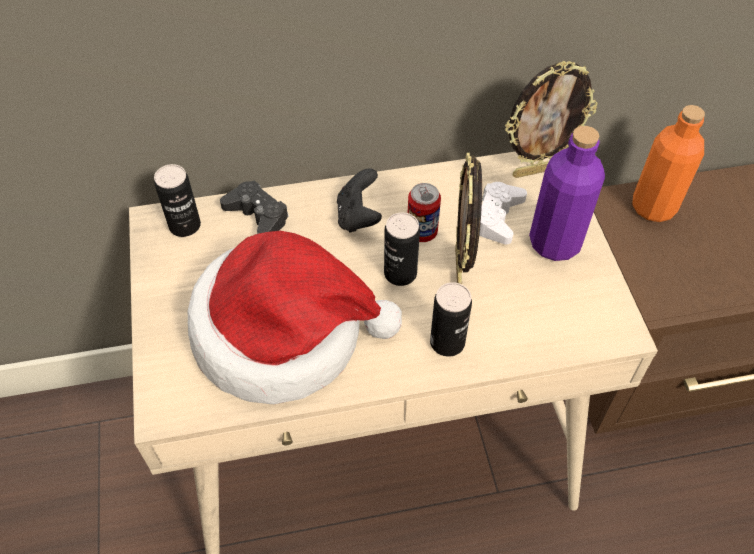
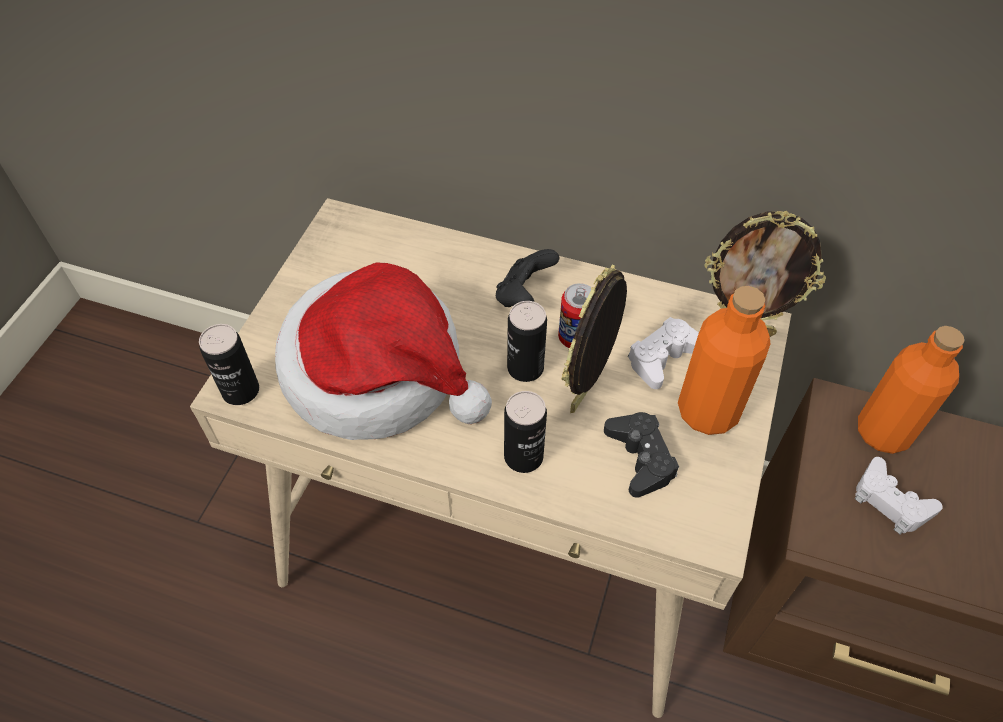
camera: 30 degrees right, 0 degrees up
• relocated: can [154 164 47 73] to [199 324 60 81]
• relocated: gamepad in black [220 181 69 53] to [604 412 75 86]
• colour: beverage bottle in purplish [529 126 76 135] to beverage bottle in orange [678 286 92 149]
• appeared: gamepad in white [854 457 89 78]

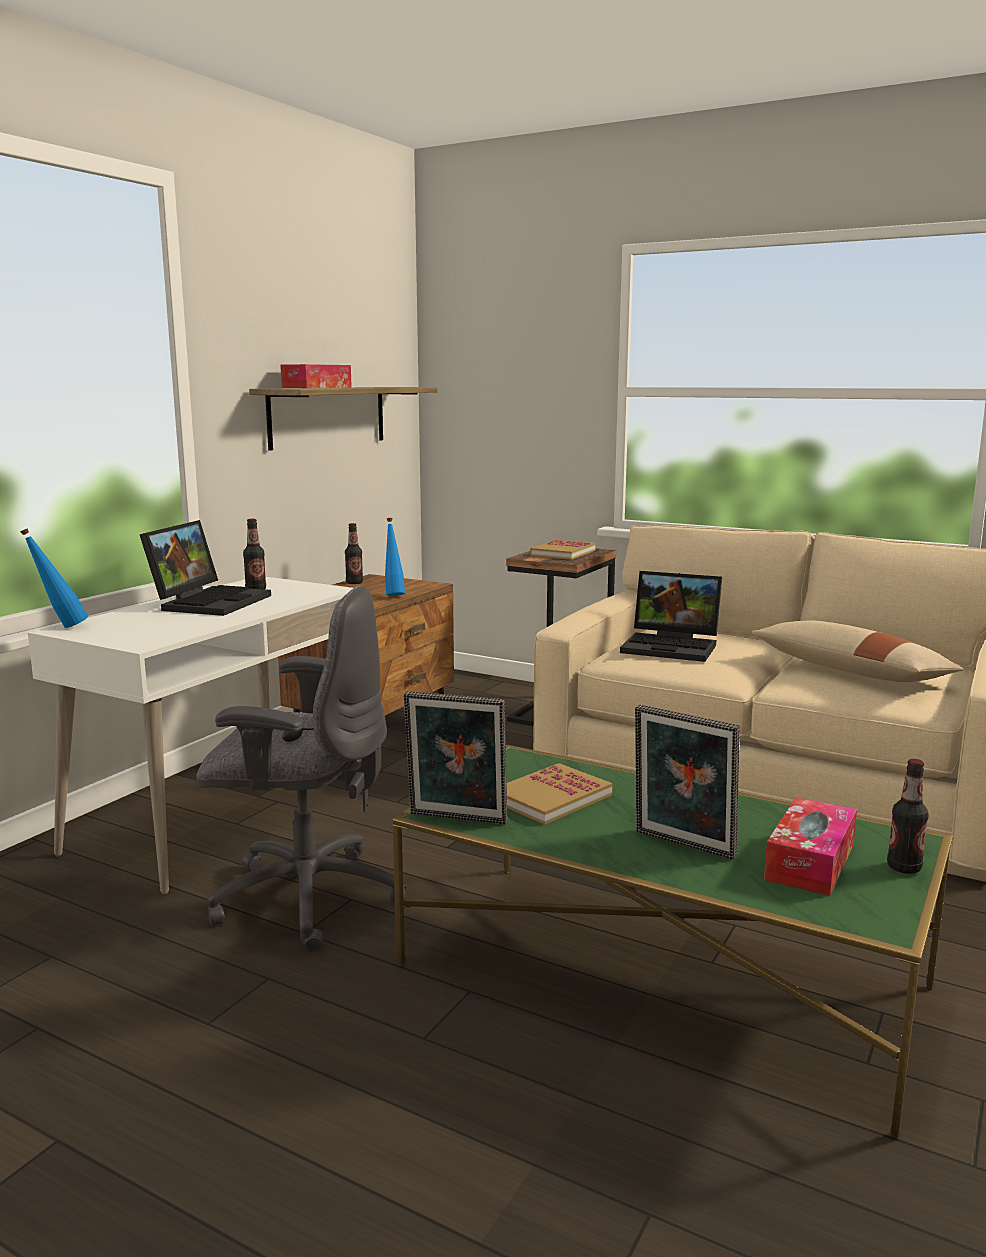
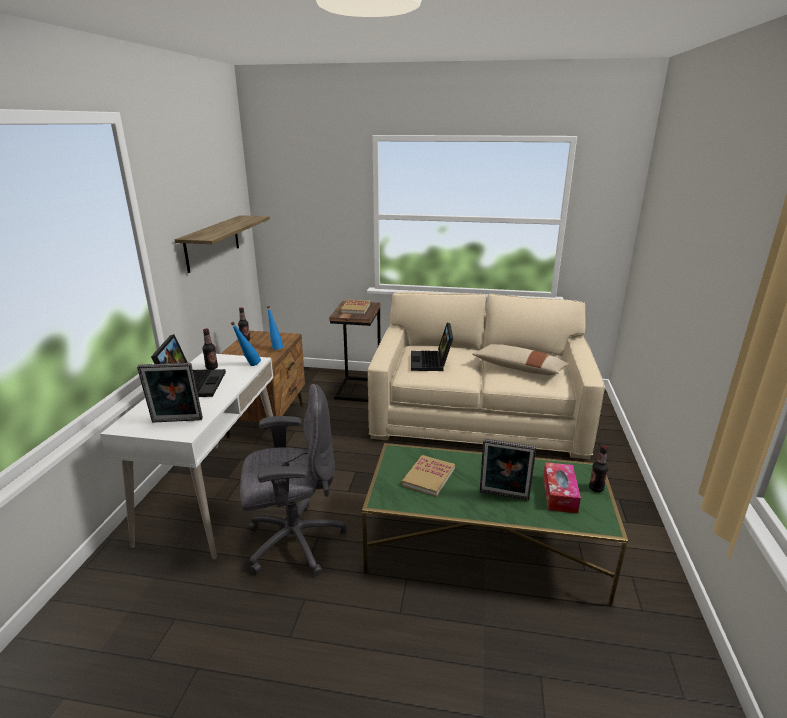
camera: 20 degrees left, 10 degrees up
• relocated: beverage bottle in blue [20 528 68 100] to [231 322 30 44]
• missing: tissue holder [280 364 72 24]
• relocated: picture frame [404 691 103 134] to [137 363 66 60]
• spun: laptop [620 571 102 91] = [411 323 42 48] 90 degrees clockwise

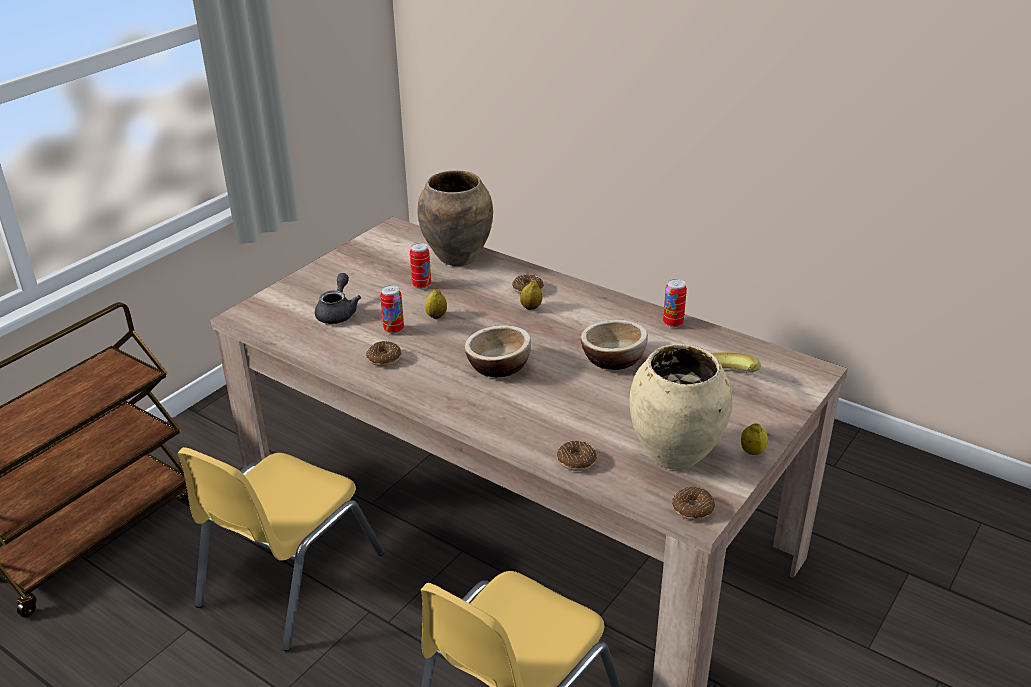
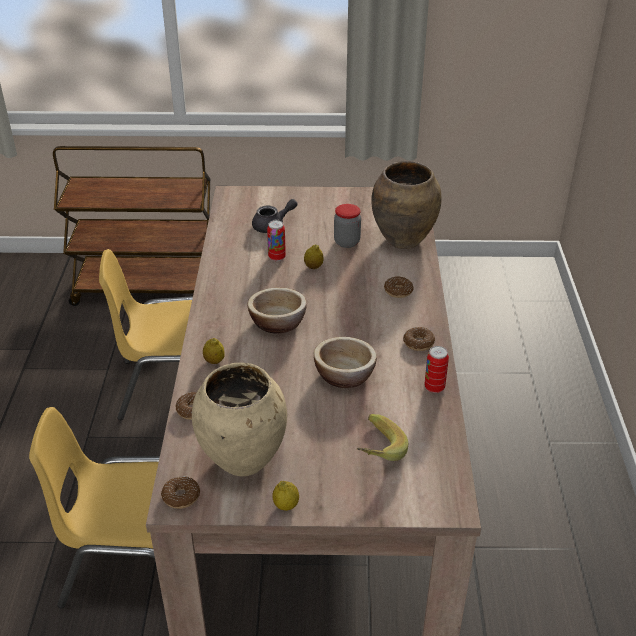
camera: 55 degrees right, 5 degrees up
• relocated: ring doughnut [366 341 35 25] to [403 327 32 24]
• exchanged: can [410 243 21 46] to jar [334 204 27 44]
• relocated: citrus fruit [520 281 23 29] to [203 338 22 26]

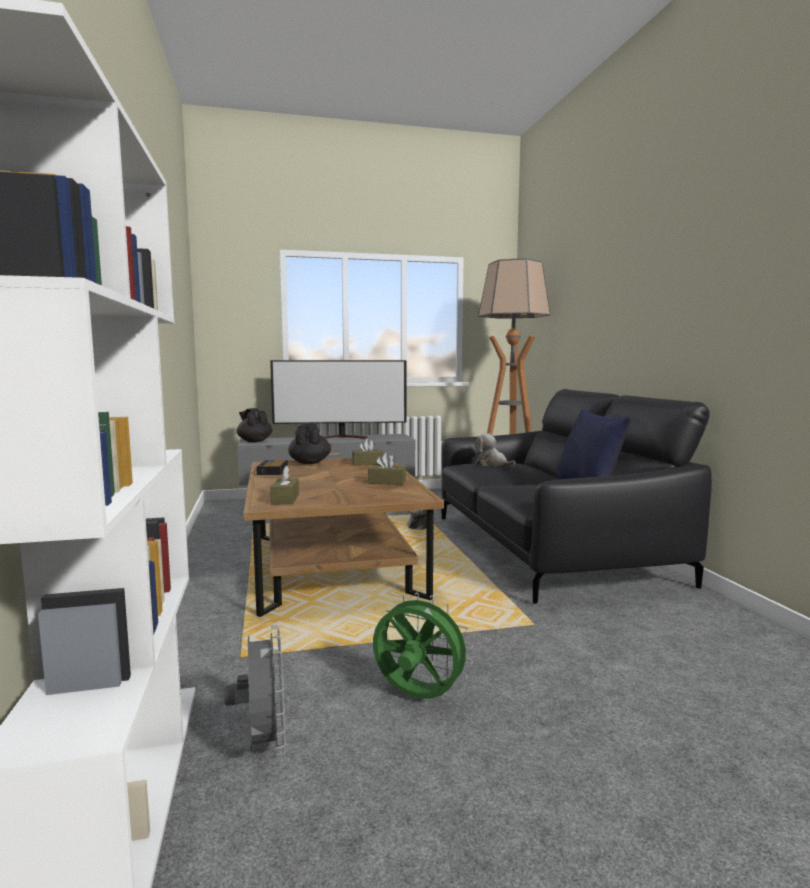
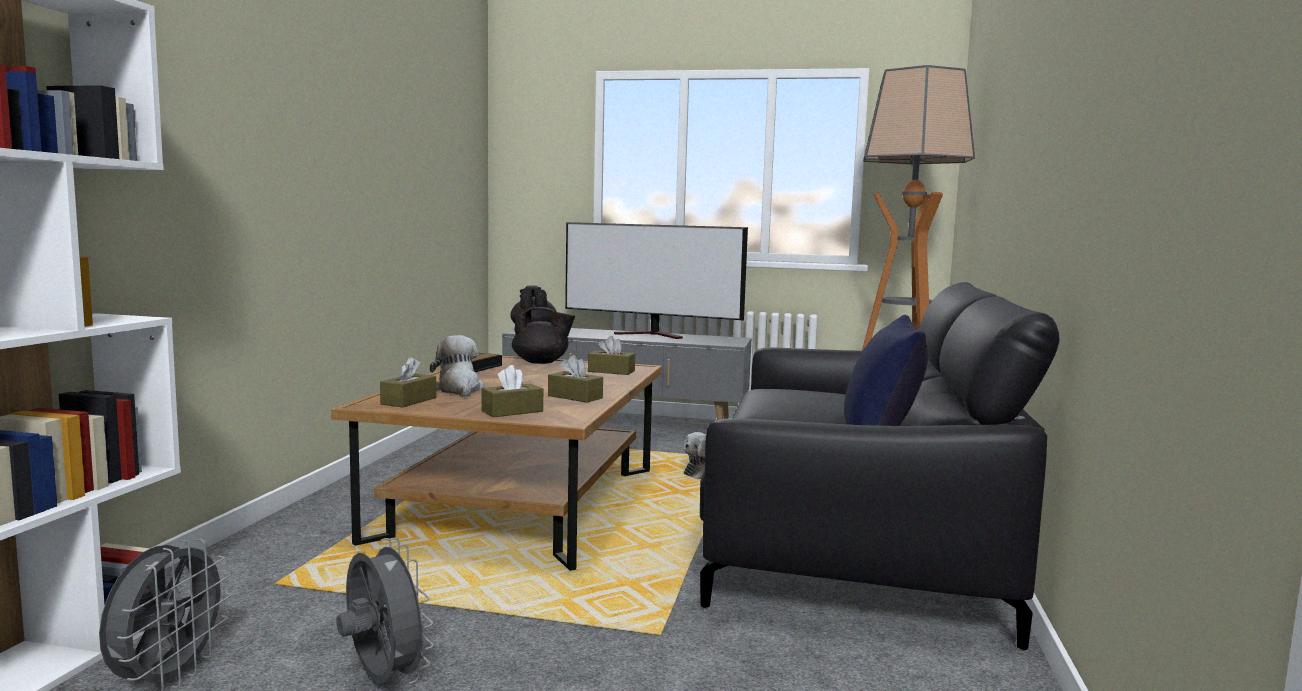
camera: 25 degrees right, 0 degrees up
• spun: pot for tea in black [288 423 43 41] = [512 307 63 57] 75 degrees clockwise
• colour: fan in green [373 592 100 107] to fan in greyish [336 537 98 147]
• relocated: cuddly toy [474 433 41 34] to [430 335 54 62]
• appeared: tissue holder in brown [481 365 62 52]

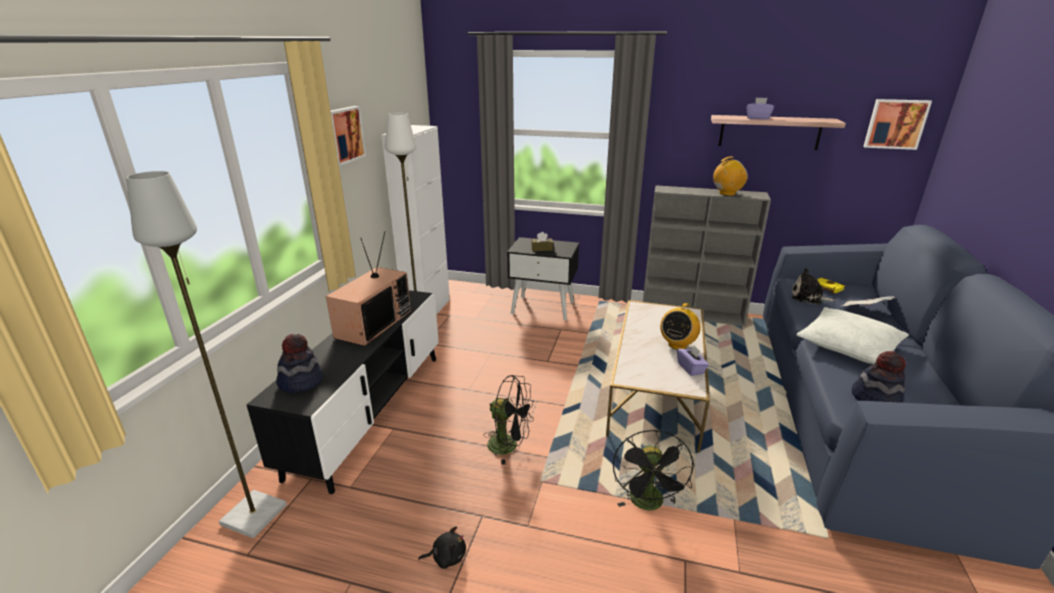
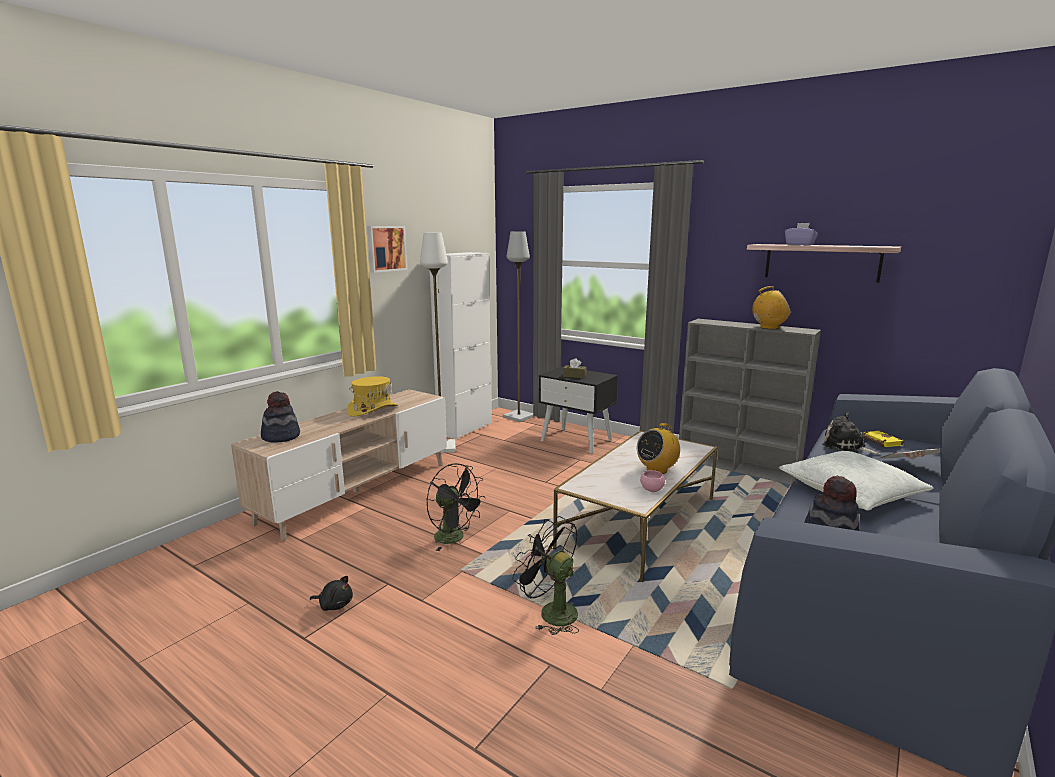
camera: 20 degrees right, 10 degrees down
• relocated: standing lamp in greyish [126 171 161 367] to [503 231 32 191]
• colour: tv unit in black [247 290 192 204] to tv unit in beige [231 389 216 153]
• exchanged: television [326 231 85 115] to clothing hat in yellow-coloured [347 376 51 41]
• spun: fan in black [613 430 82 81] = [513 516 66 119] 105 degrees clockwise
• exchanged: tissue holder in purplish [677 346 32 30] to serving bowl in pink-coloured [640 470 25 22]
• missing: wall picture [863 99 69 51]

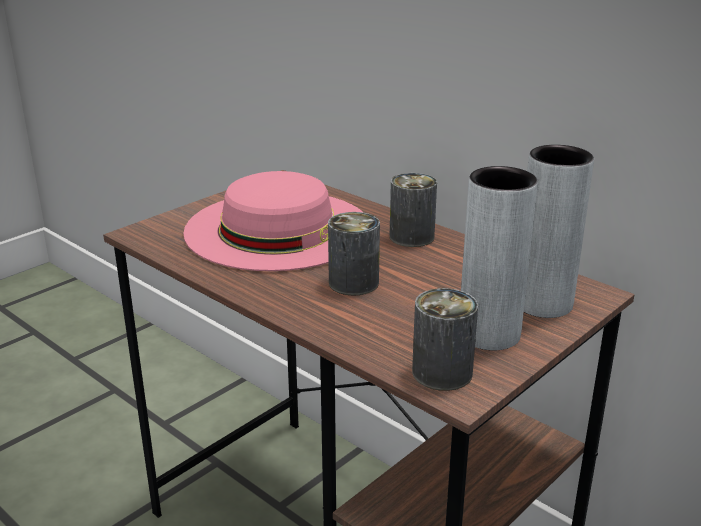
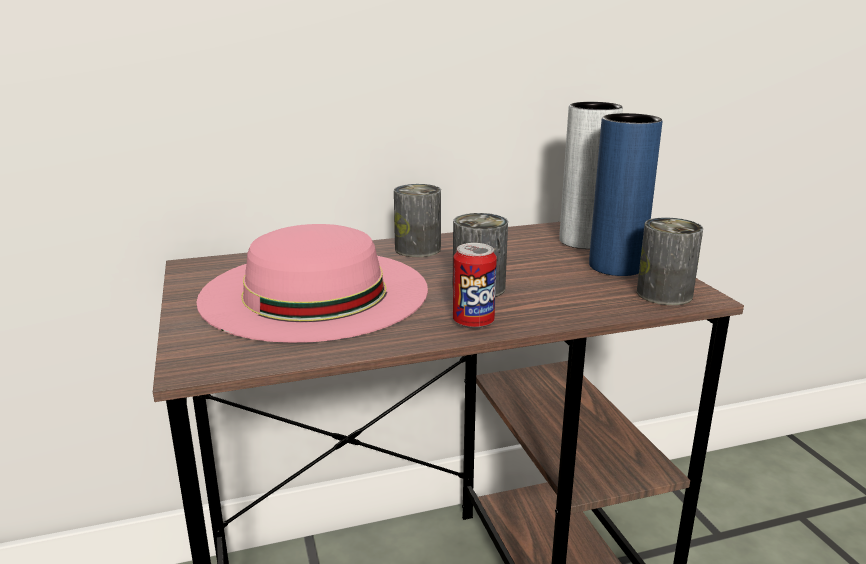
camera: 60 degrees left, 5 degrees down
• colour: flower vase in greyish [461 166 77 184] to flower vase in blue [589 113 73 163]
• appeared: can [453 243 44 86]

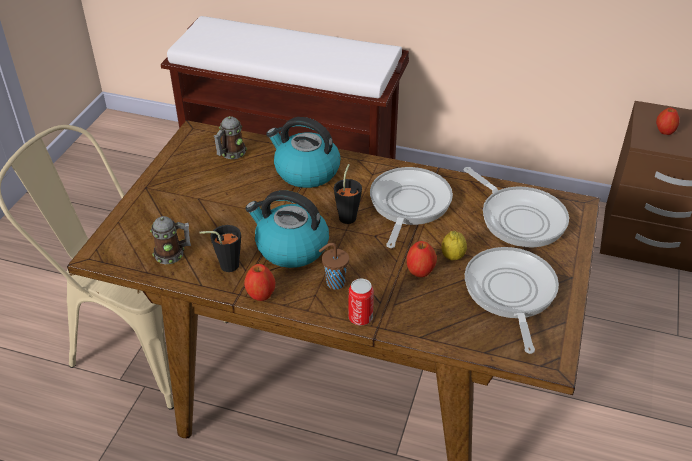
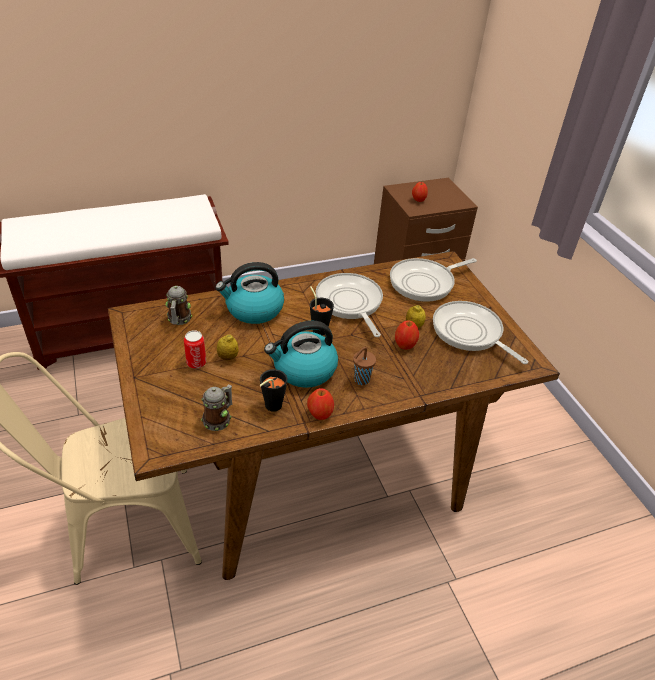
camera: 40 degrees left, 0 degrees up
• relocated: can [348 279 26 46] to [184 330 22 39]
• spun: skillet [464 167 105 80] = [390 258 87 44] 135 degrees clockwise
• appeared: citrus fruit [217 334 22 26]

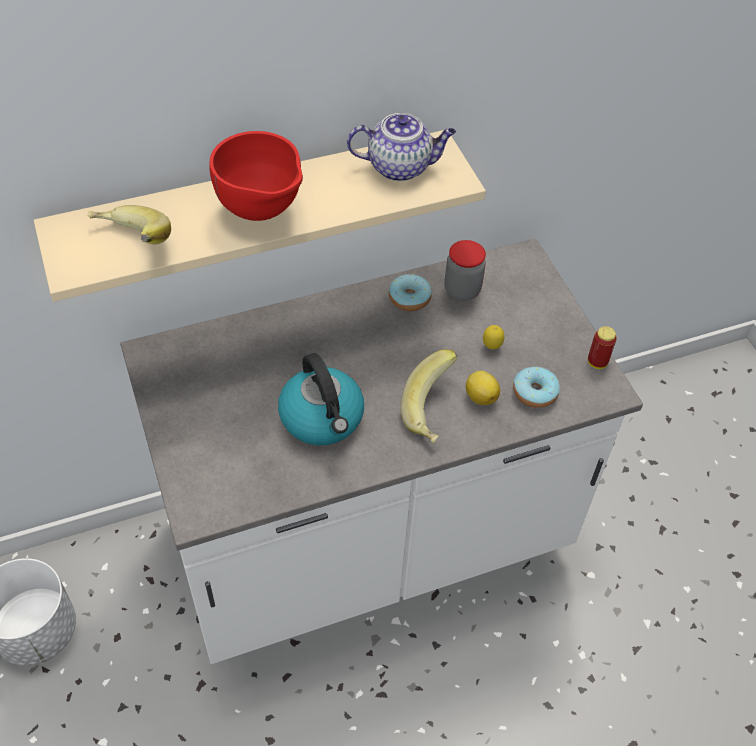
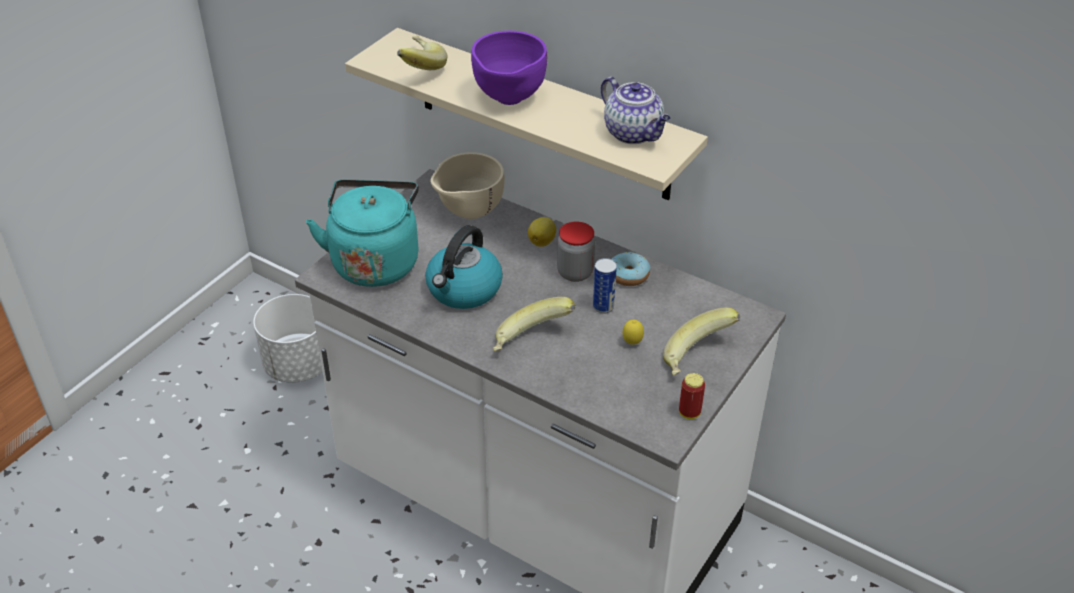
camera: 55 degrees right, 10 degrees down
• colour: serving bowl in red [209 131 94 90] to serving bowl in purplish [471 31 76 74]
• relocated: jar [444 240 42 61] to [557 222 38 60]
• relocated: citrus fruit [466 371 34 34] to [528 217 28 30]
• missing: ring doughnut [513 367 47 41]
• appeared: water kettle in turquoise [306 179 113 108]
• appeared: serving bowl in beige [431 152 74 67]
• appeared: can [593 258 24 56]
• appeared: banana [663 307 77 68]

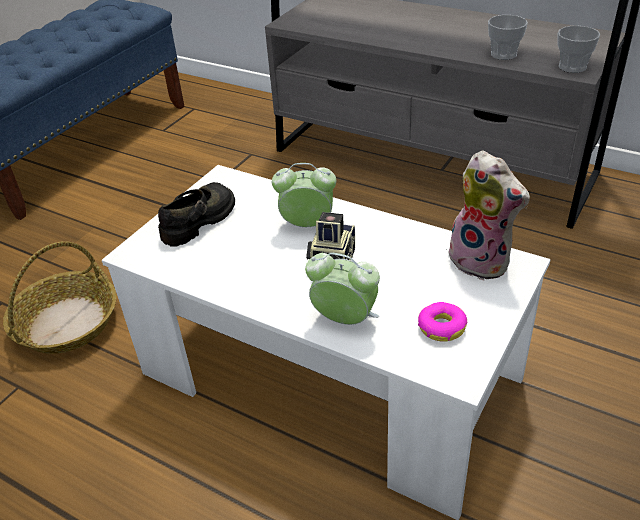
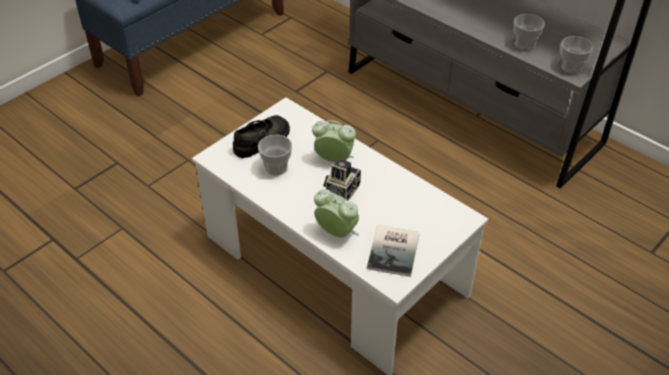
camera: 10 degrees right, 5 degrees up
• missing: basket [3 241 113 113]
• exchanged: ring doughnut [418 302 49 40] to book [367 225 53 52]
• missing: cuddly toy [441 150 89 130]
• appeared: small cup [258 135 34 40]

